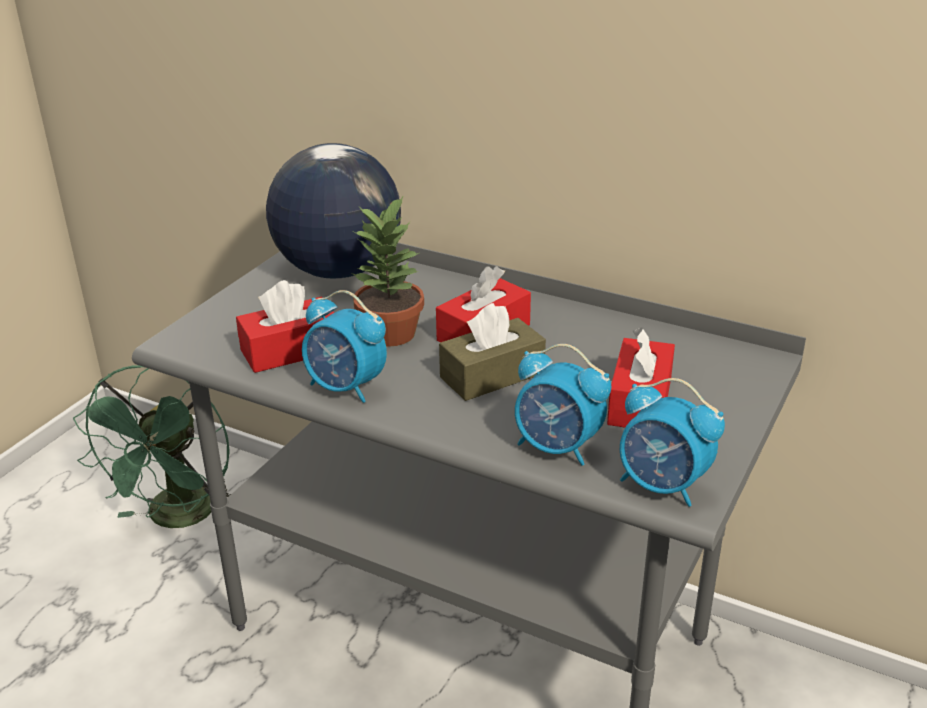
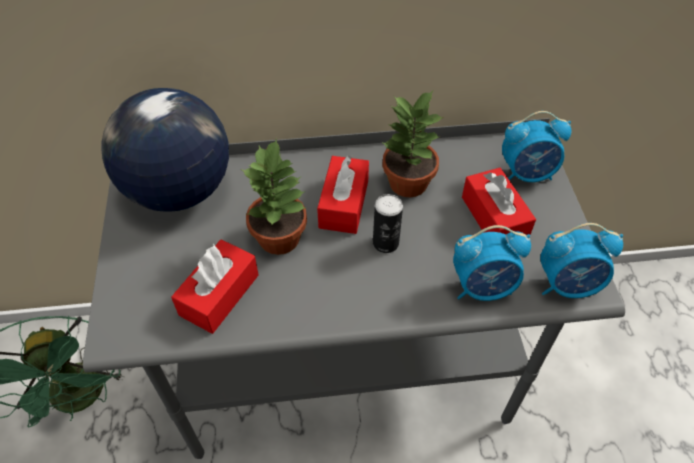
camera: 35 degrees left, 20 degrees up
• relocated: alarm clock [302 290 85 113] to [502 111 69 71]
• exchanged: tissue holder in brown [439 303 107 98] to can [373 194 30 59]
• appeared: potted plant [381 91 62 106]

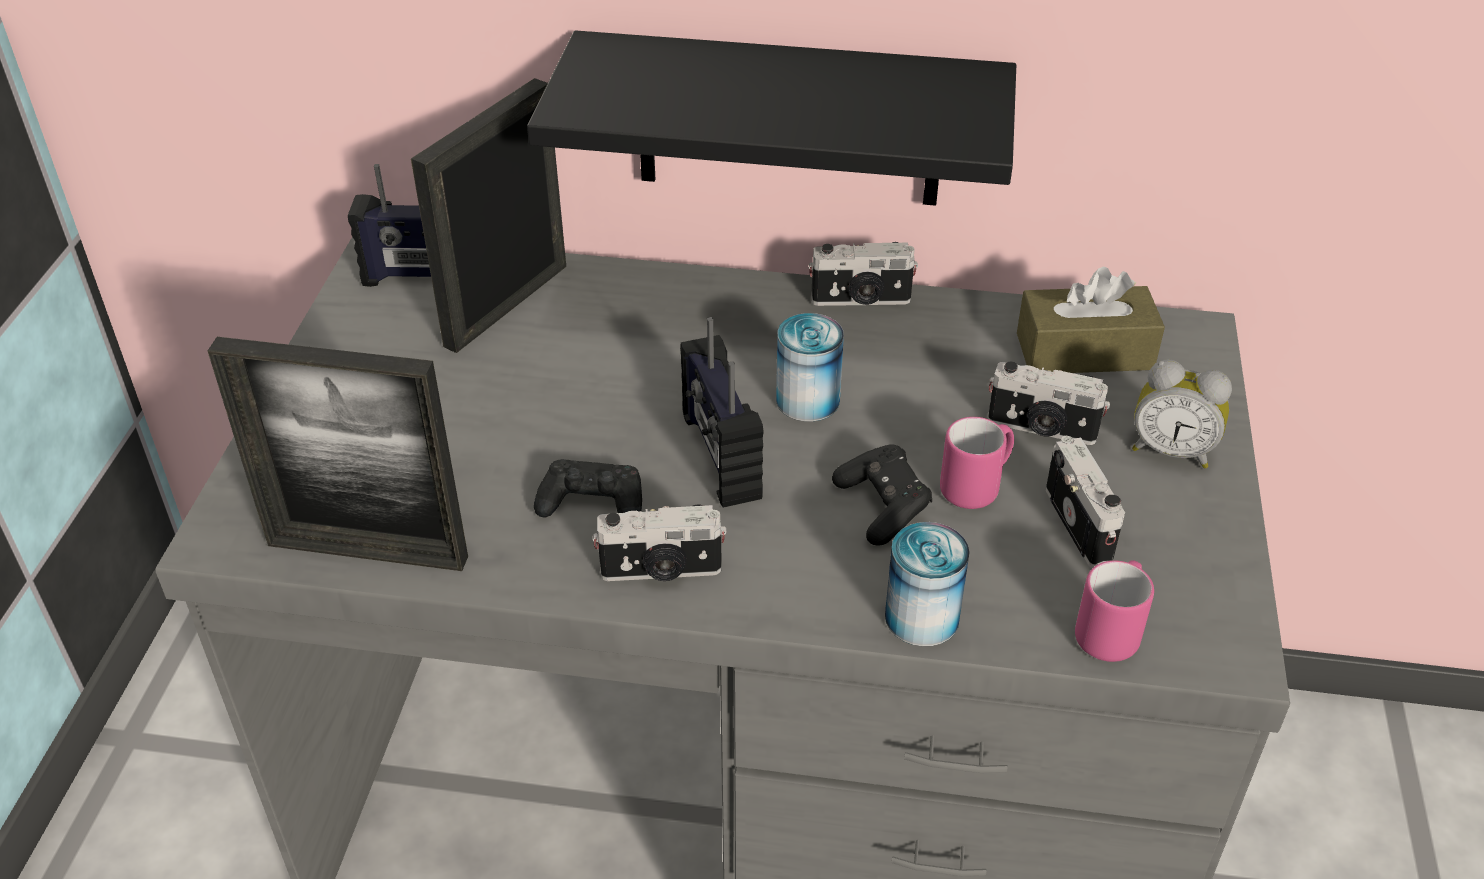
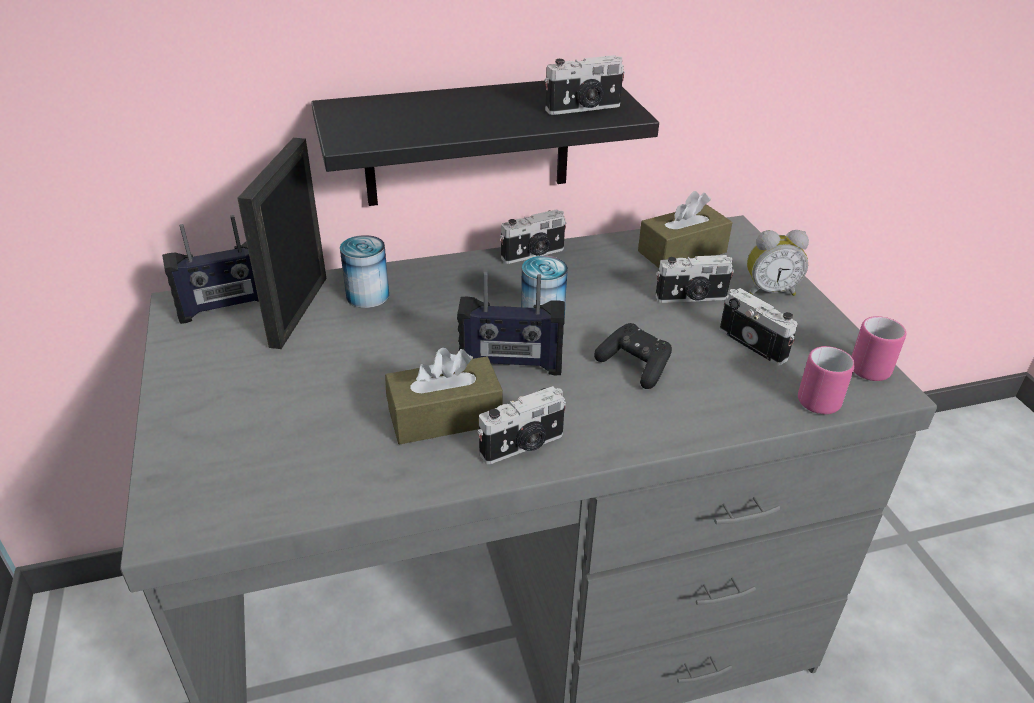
camera: 25 degrees left, 5 degrees down
• missing: picture frame [208 337 260 234]
• exchanged: gamepad in black [534 459 108 59] to tissue holder in brown [385 348 118 97]
• spun: radio set [680 317 84 191] = [457 272 108 103] 45 degrees counterclockwise
• relocated: can [885 522 85 124] to [340 235 49 73]
• relocated: coffee mug in pink-coloured [940 417 74 92] to [851 316 55 65]
• appeared: photo camera [544 55 81 60]

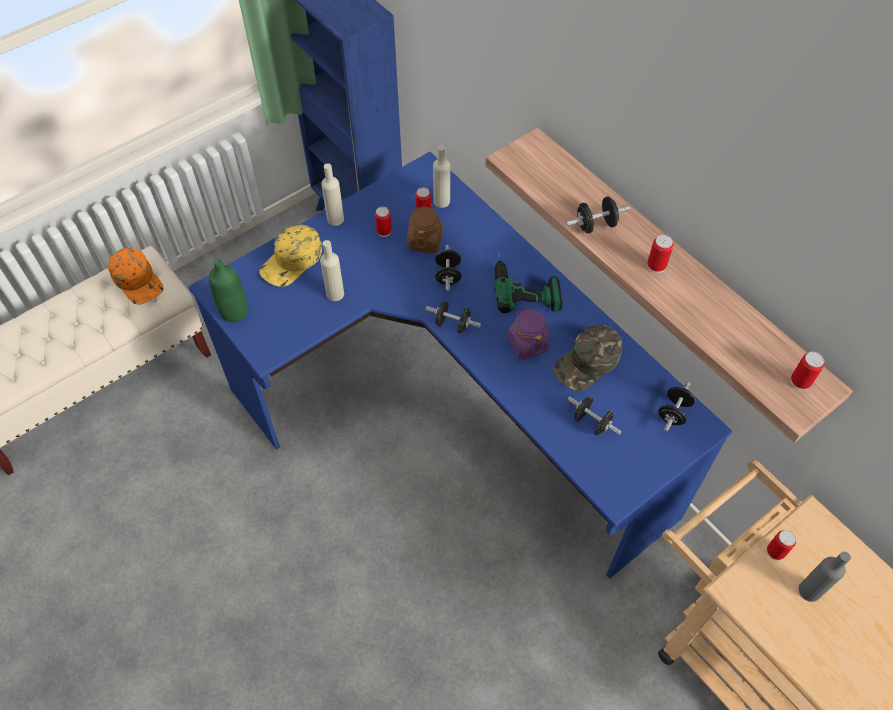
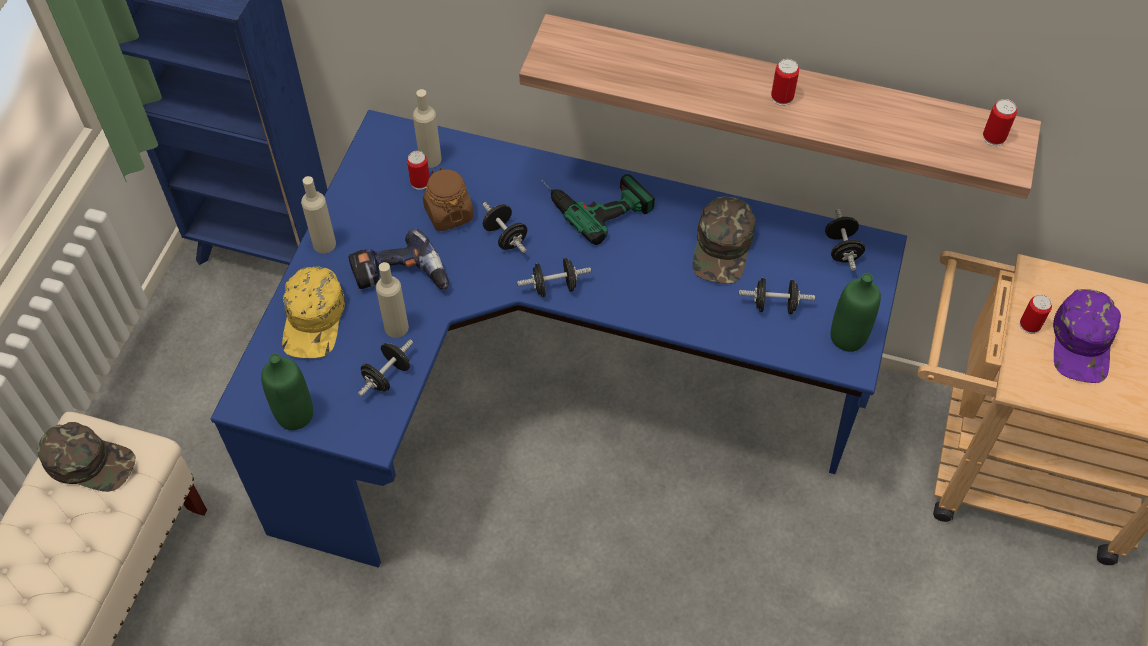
camera: 35 degrees left, 0 degrees up
• colour: peaked cap in orange [108 248 55 57] to peaked cap in green [37 422 98 70]
• missing: can [375 207 17 30]
• missing: jar in purplish [508 307 42 52]
• relocated: free weight in black [566 197 64 37] to [358 340 55 57]
• exchanged: beverage bottle in greyish [799 552 52 50] to peaked cap in purplish [1053 289 68 94]
• appeared: electric drill [348 229 101 60]
• appeared: beverage bottle in green [831 273 50 79]

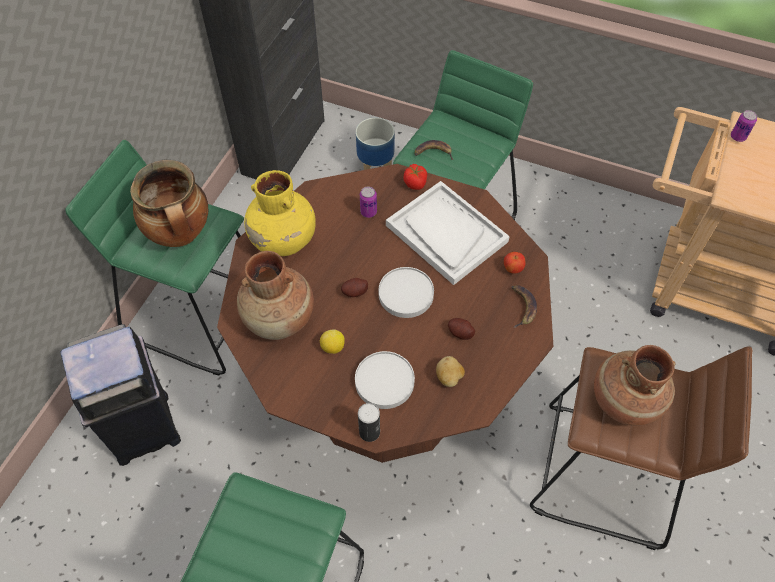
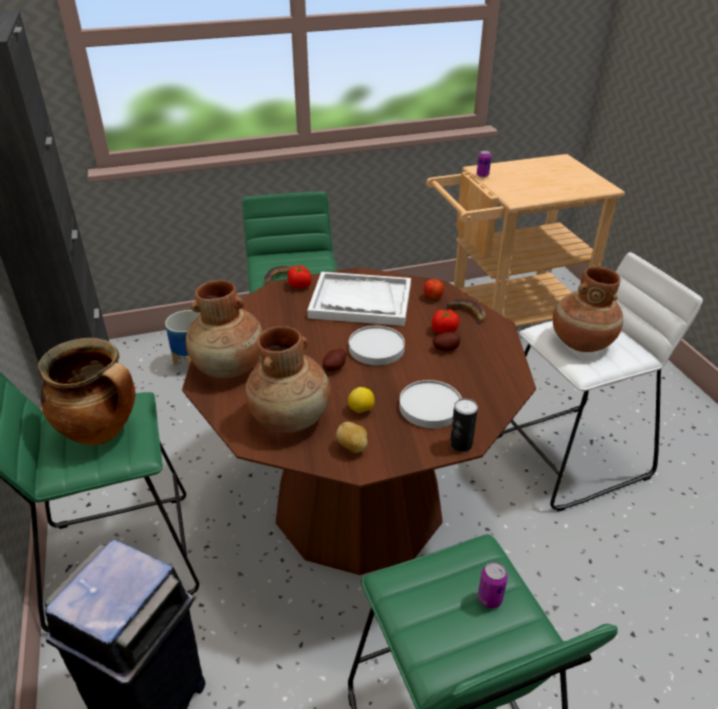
camera: 40 degrees left, 20 degrees down
• colour: flower vase in yellow-coloured [244 170 72 86] to flower vase in brown [186 280 77 99]
• relocated: can [360 186 17 32] to [478 562 30 47]
• relocated: whole potato [436 356 29 31] to [336 422 32 31]
• colour: stool seat in brown [530 346 222 204] to stool seat in white [497 252 206 259]
• appeared: whole tomato [432 309 27 25]

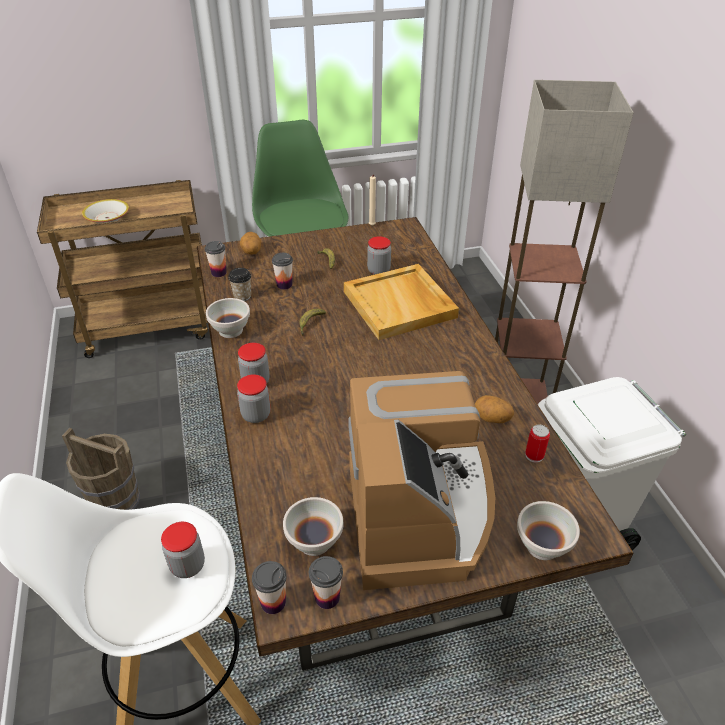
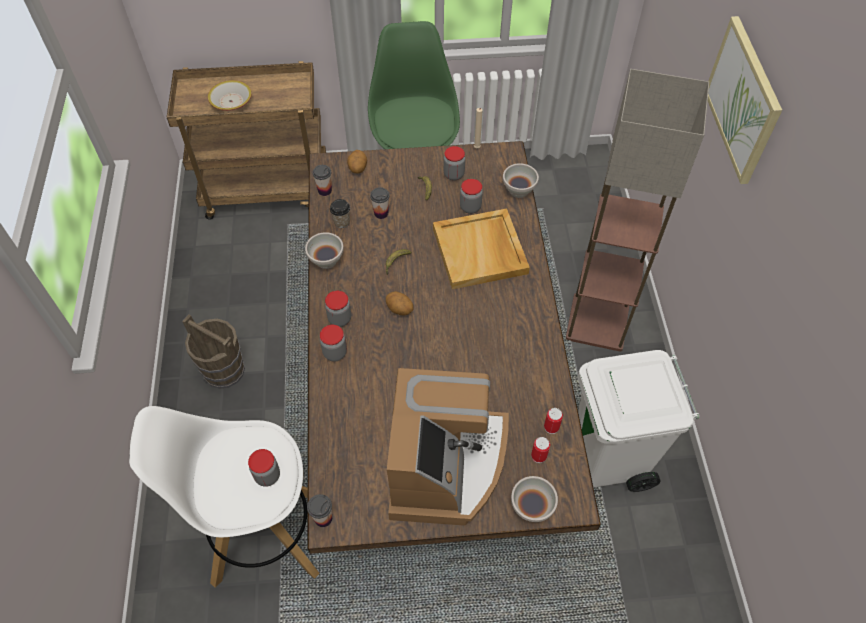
camera: 10 degrees right, 15 degrees up
• relocated: serving bowl in white [283 497 60 59] to [503 163 36 35]
• missing: small cup [309 556 34 53]
• relocated: whole potato [475 395 39 28] to [386 291 28 25]
• appeared: jar [444 146 21 35]
• appeared: can [531 437 19 26]
• appeared: wall picture [708 16 74 168]

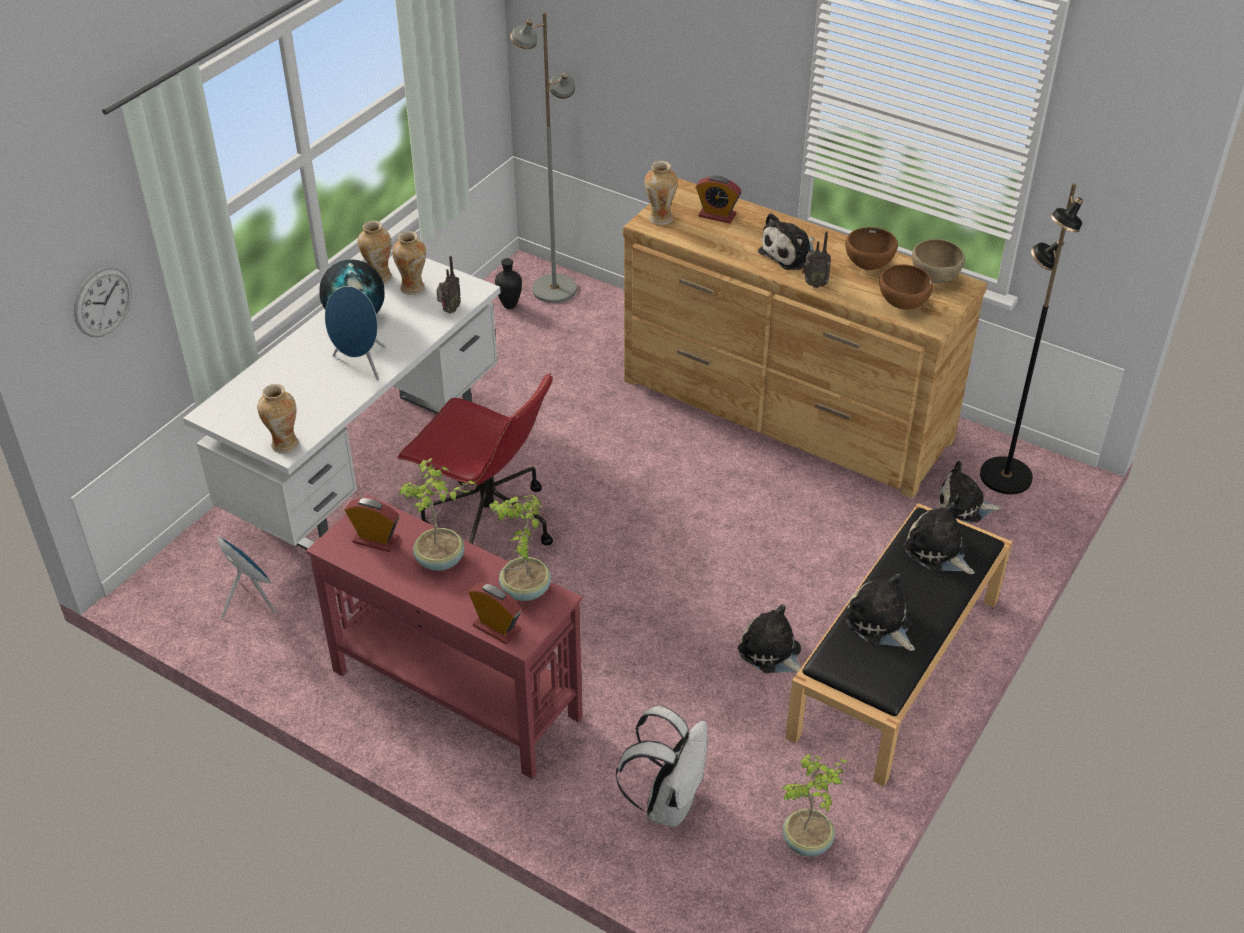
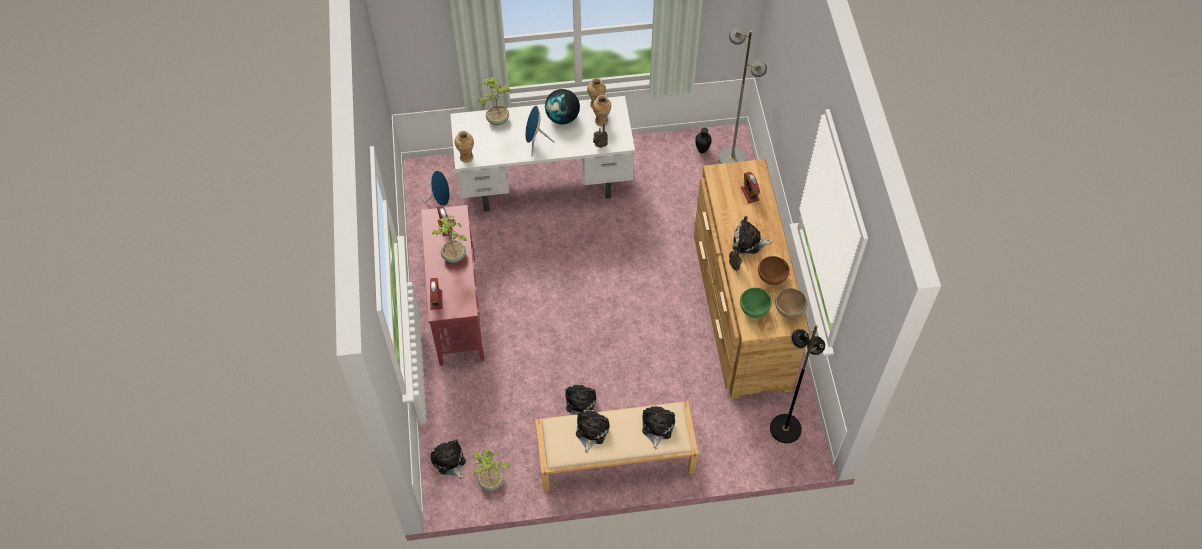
camera: 50 degrees right, 15 degrees up
• missing: clock on the wall [74 267 58 70]
• missing: office chair in red [397 373 156 173]
• relocated: potted plant [489 495 62 106] to [478 77 32 48]
• missing: backpack in white [616 706 92 121]
• missing: flower vase [644 161 34 64]
• colour: long seat in black [785 503 227 284] to long seat in beige [535 401 163 91]
• colour: serving bowl in brown [879 264 54 46] to serving bowl in green [740 288 32 30]
• relocated: cuddly toy [938 461 64 62] to [430 439 36 40]

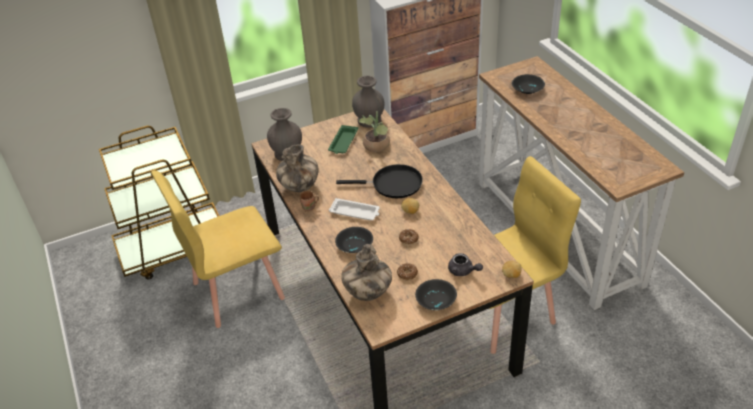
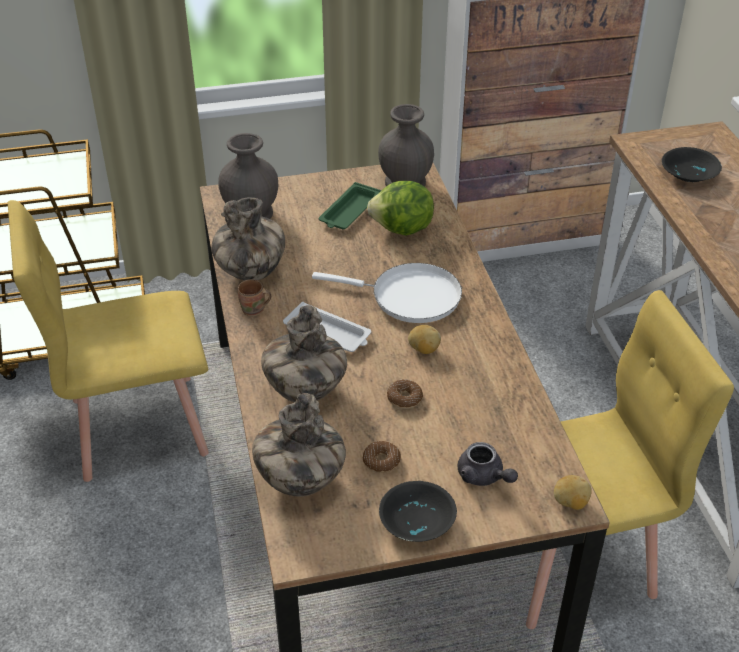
camera: 10 degrees right, 0 degrees up
• exchanged: serving bowl in black [335 227 38 26] to flower vase [261 305 86 97]
• colour: skillet in black [336 164 87 34] to skillet in white [312 263 150 60]
• exchanged: potted plant [359 111 31 41] to lettuce [367 181 67 55]

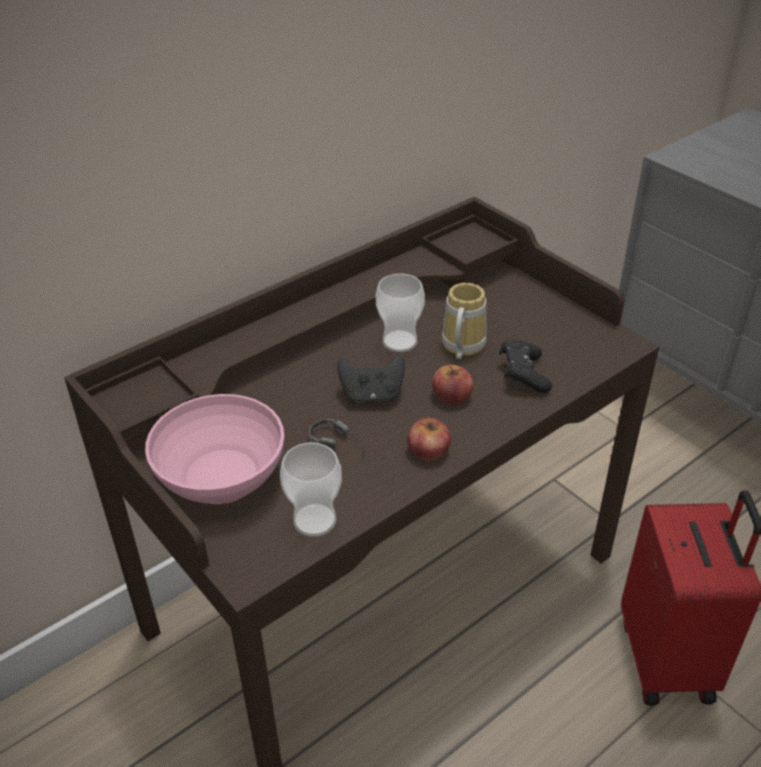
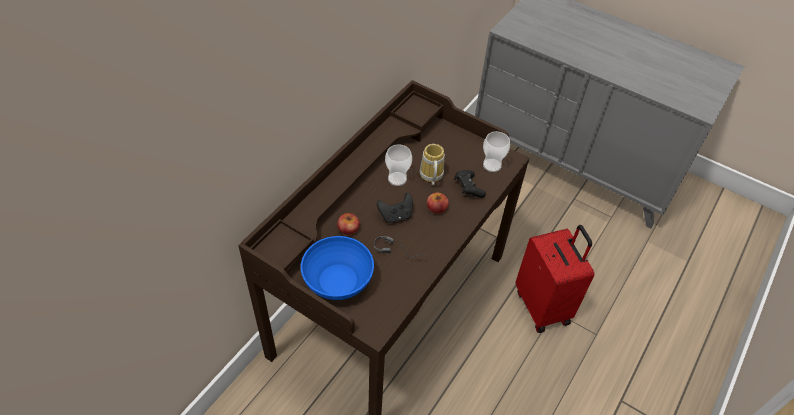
camera: 20 degrees left, 10 degrees up
• colour: serving bowl in pink-coloured [145 394 139 110] to serving bowl in blue [301 236 73 64]
• relocated: small cup [280 442 62 95] to [483 131 27 41]
• relocated: whole apple [407 418 44 43] to [337 213 23 22]

